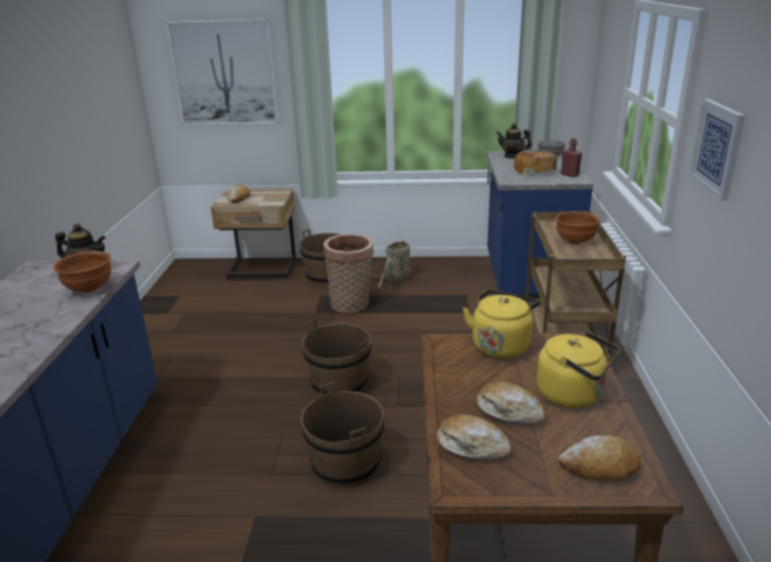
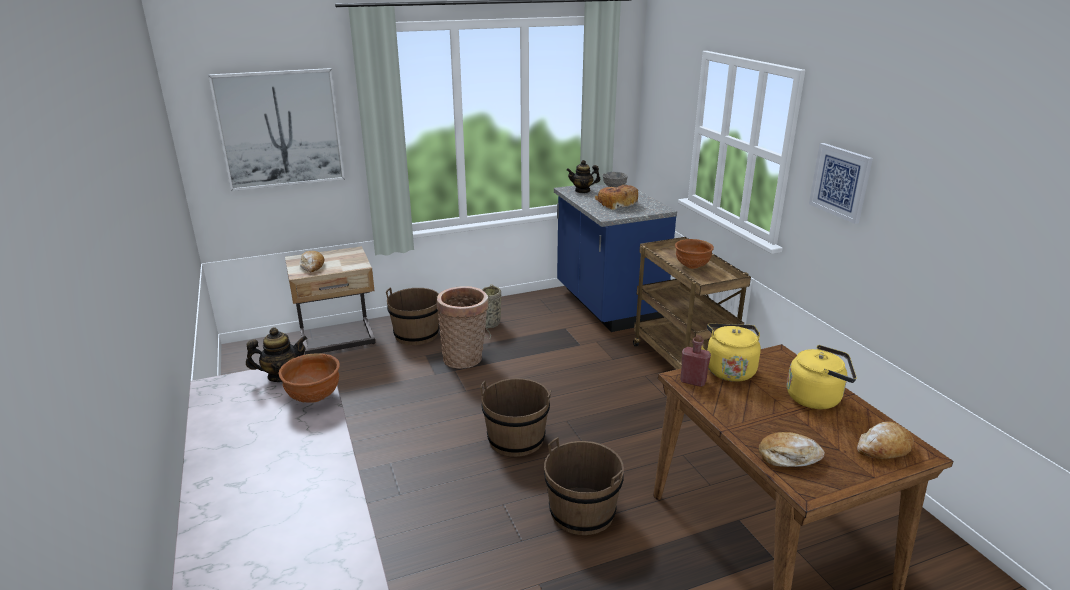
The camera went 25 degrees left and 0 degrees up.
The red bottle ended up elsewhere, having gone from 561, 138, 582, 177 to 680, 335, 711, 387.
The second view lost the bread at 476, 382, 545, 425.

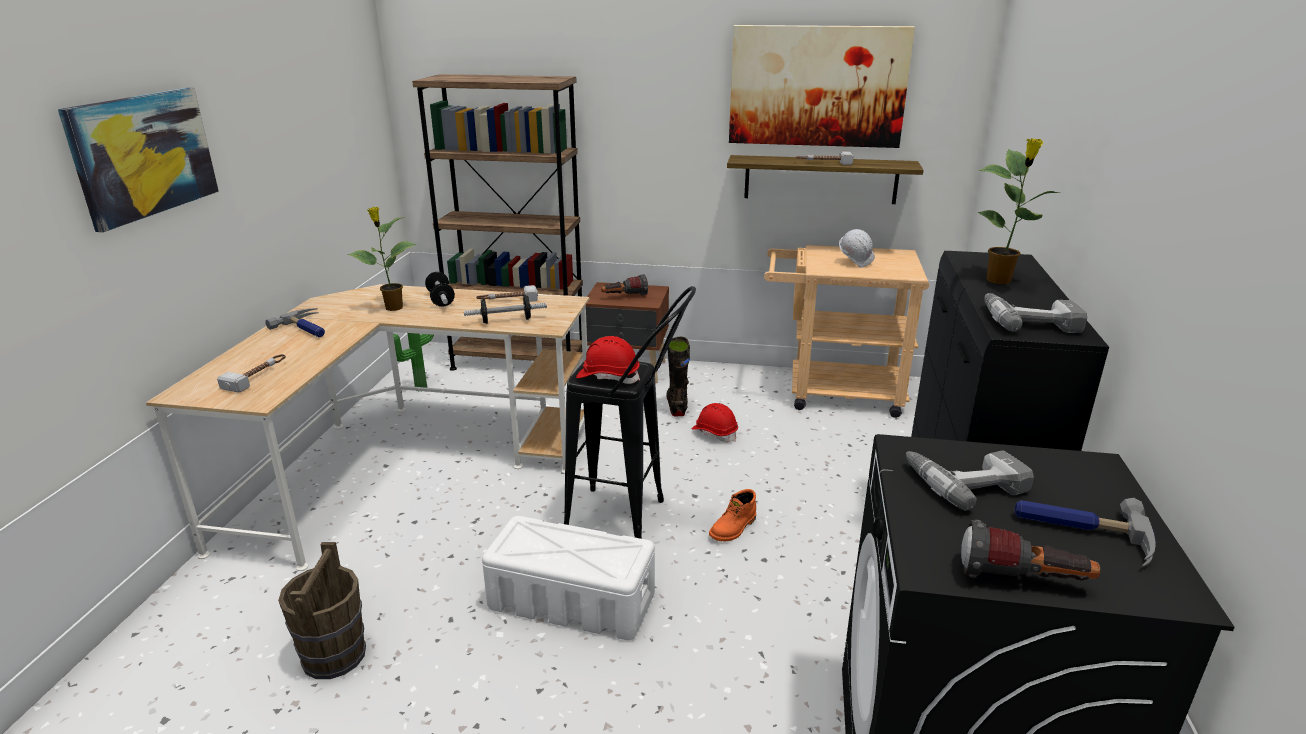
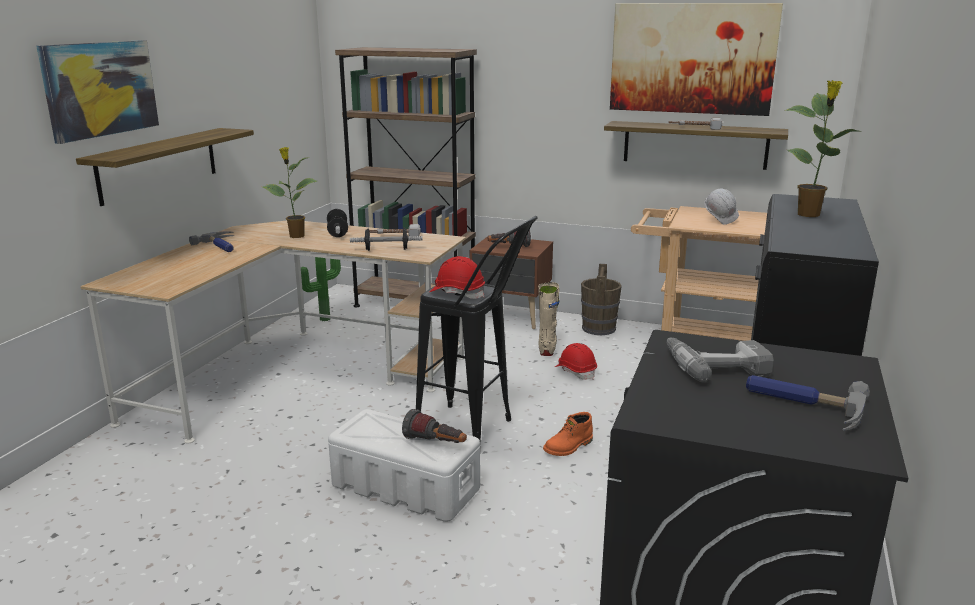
The camera went 10 degrees right and 5 degrees down.
The second view lost the power drill at 985, 293, 1087, 333.
What was the black boot at 667, 337, 690, 416 turned into the beige boot at 538, 282, 560, 356.
The second view lost the hammer at 217, 354, 286, 393.
The flashlight ended up elsewhere, having gone from 961, 520, 1100, 581 to 402, 409, 467, 443.
The brown bucket ended up elsewhere, having gone from 278, 542, 366, 679 to 581, 264, 622, 335.
The second view gained the shelf at 76, 128, 254, 206.

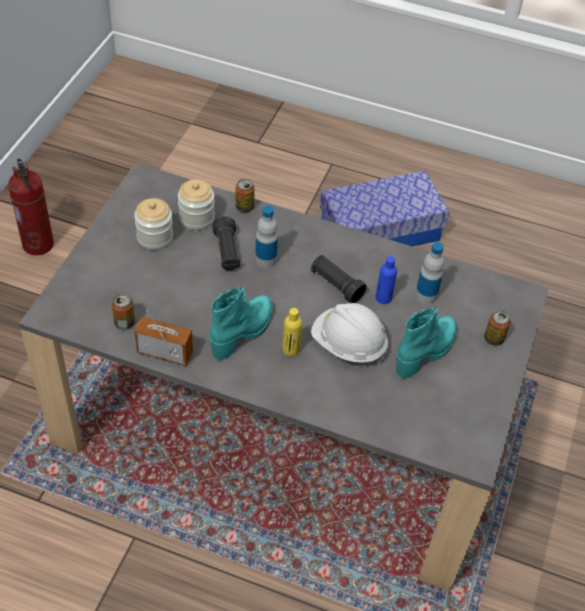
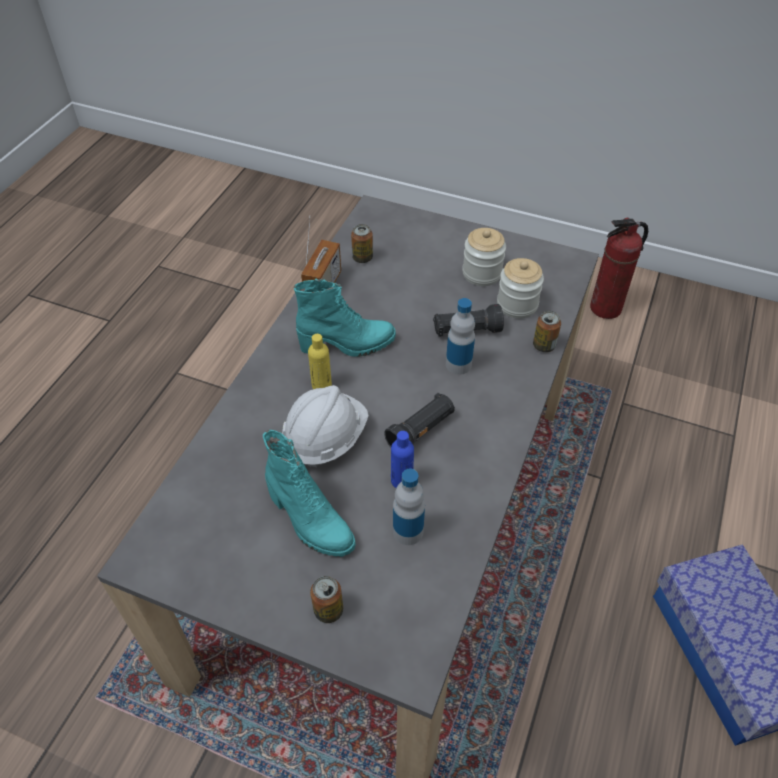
The camera went 95 degrees right and 0 degrees up.
The turquoise boot at 210, 286, 273, 360 ended up facing another way, 45 degrees counterclockwise from before.

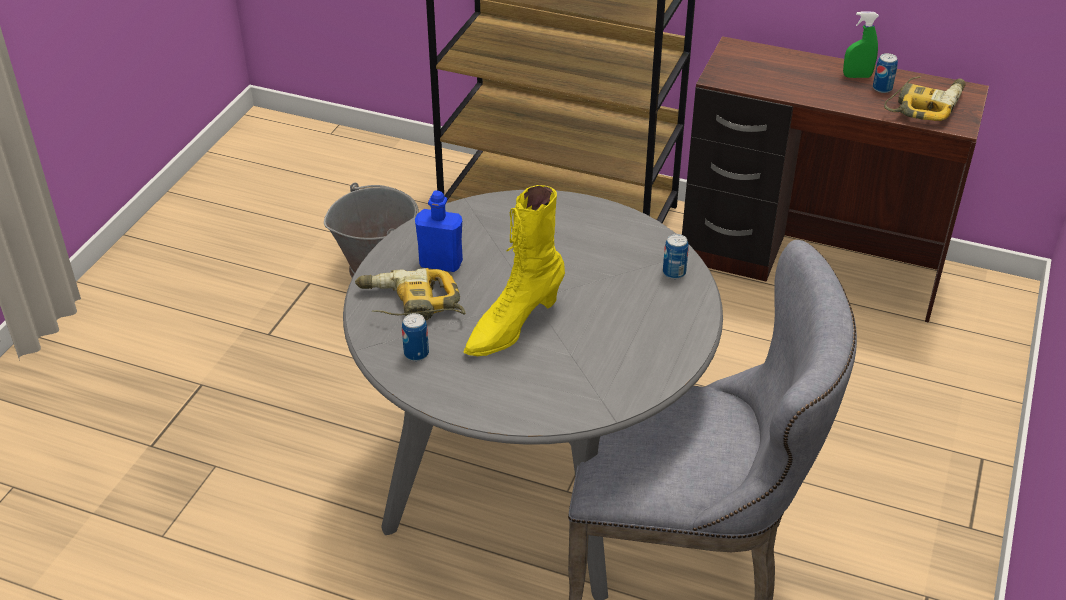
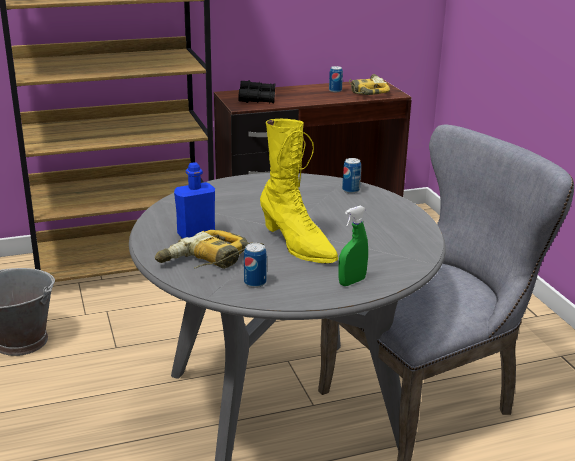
The camera went 40 degrees left and 15 degrees down.
The green spray bottle ended up elsewhere, having gone from 843, 11, 879, 78 to 338, 206, 368, 286.
The yellow boot at 463, 185, 565, 356 ended up facing another way, 45 degrees counterclockwise from before.
The second view gained the black binoculars at 238, 80, 275, 104.

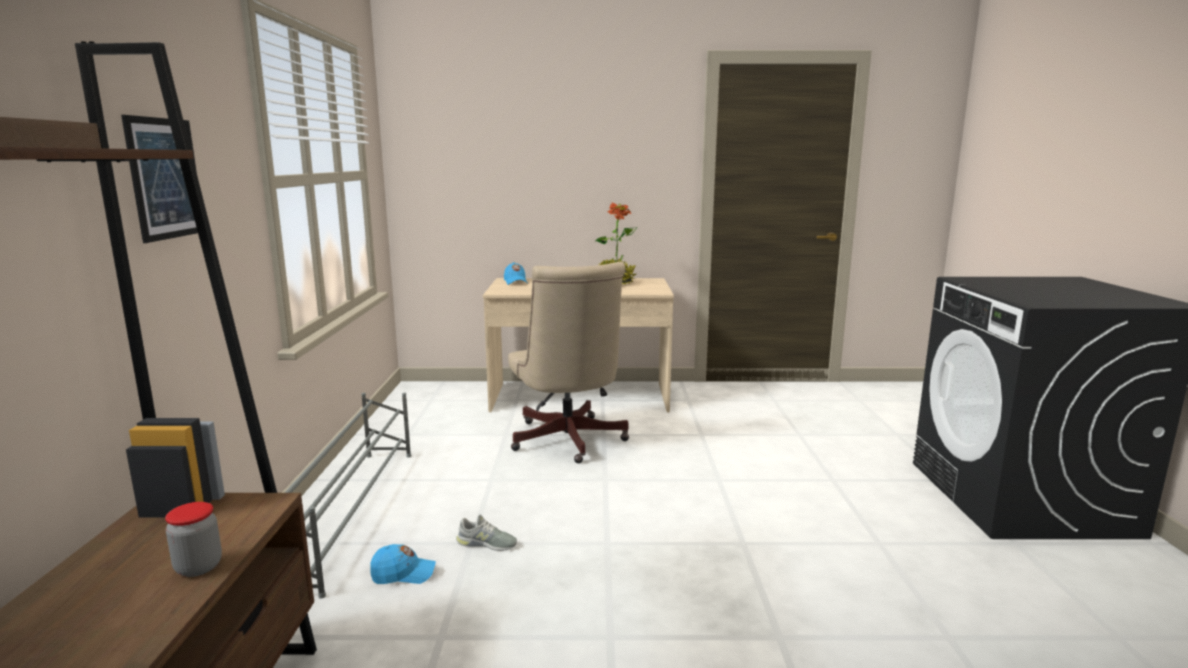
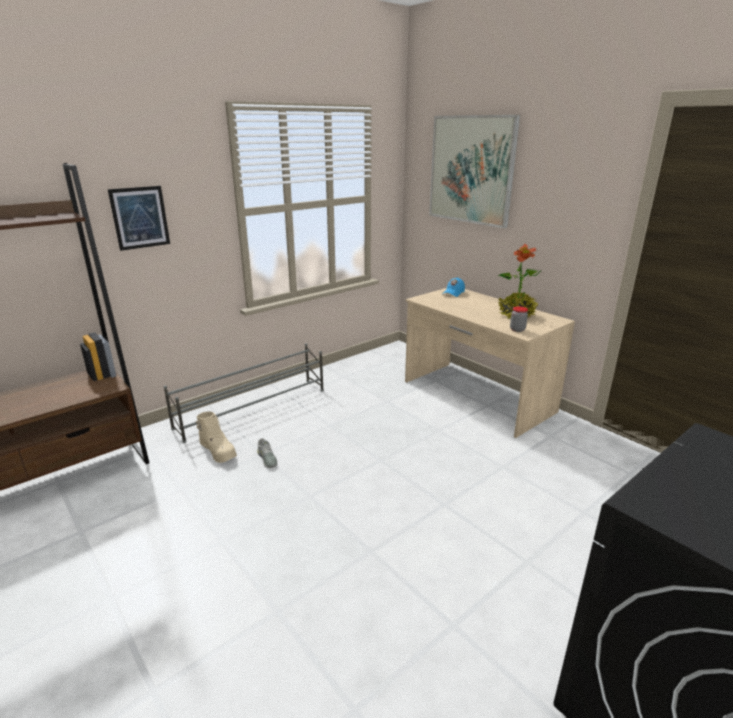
The camera went 50 degrees right and 10 degrees up.
The second view lost the beige office chair at 508, 262, 629, 463.
The jar ended up elsewhere, having gone from 165, 502, 222, 577 to 510, 306, 528, 332.
Where the blue cap stood at 370, 544, 436, 584, the beige boot came to stand at 196, 411, 237, 463.
The second view gained the picture at 429, 115, 520, 228.

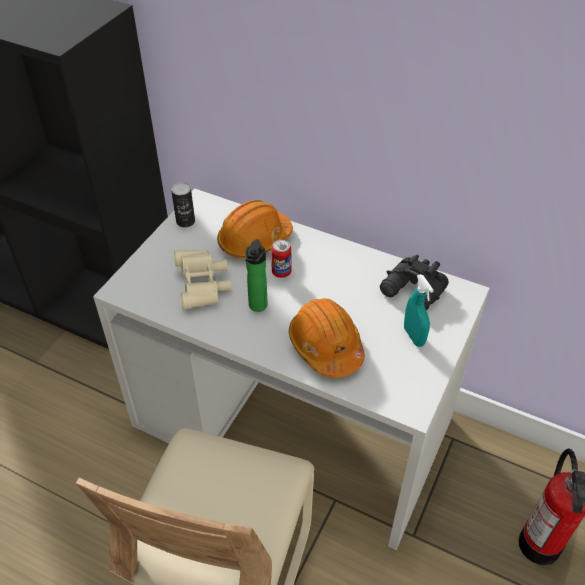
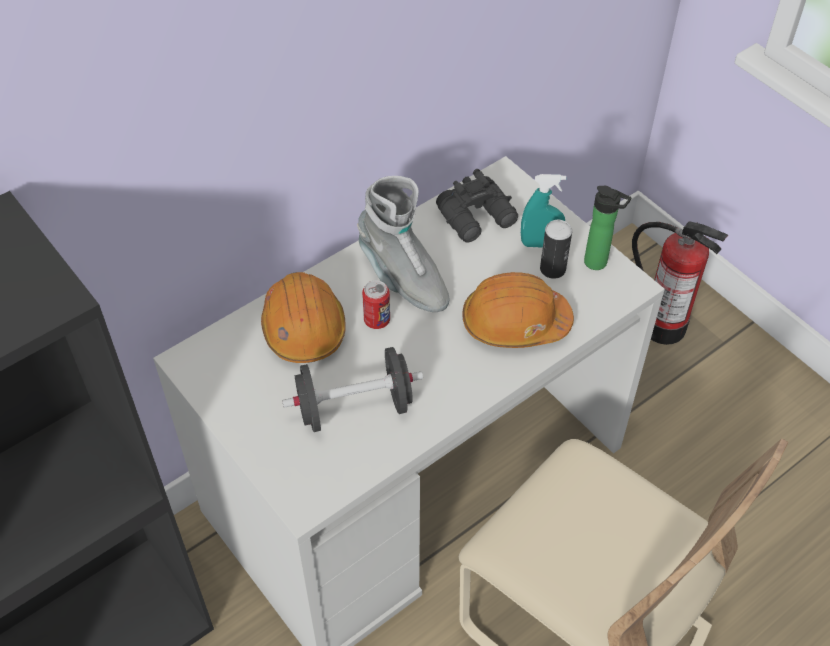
The camera went 65 degrees left and 5 degrees up.
The can ended up elsewhere, having gone from 171, 182, 195, 228 to 540, 220, 572, 279.
The bottle ended up elsewhere, having gone from 245, 239, 268, 312 to 584, 186, 632, 270.
Where the beige binoculars stood at 174, 249, 232, 309, the black dumbbell came to stand at 282, 347, 423, 432.
The second view gained the grey boot at 357, 176, 449, 312.

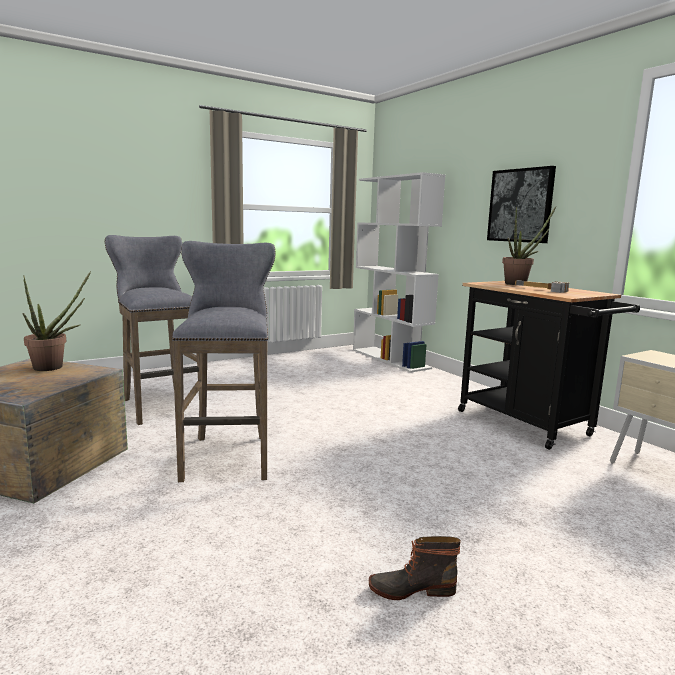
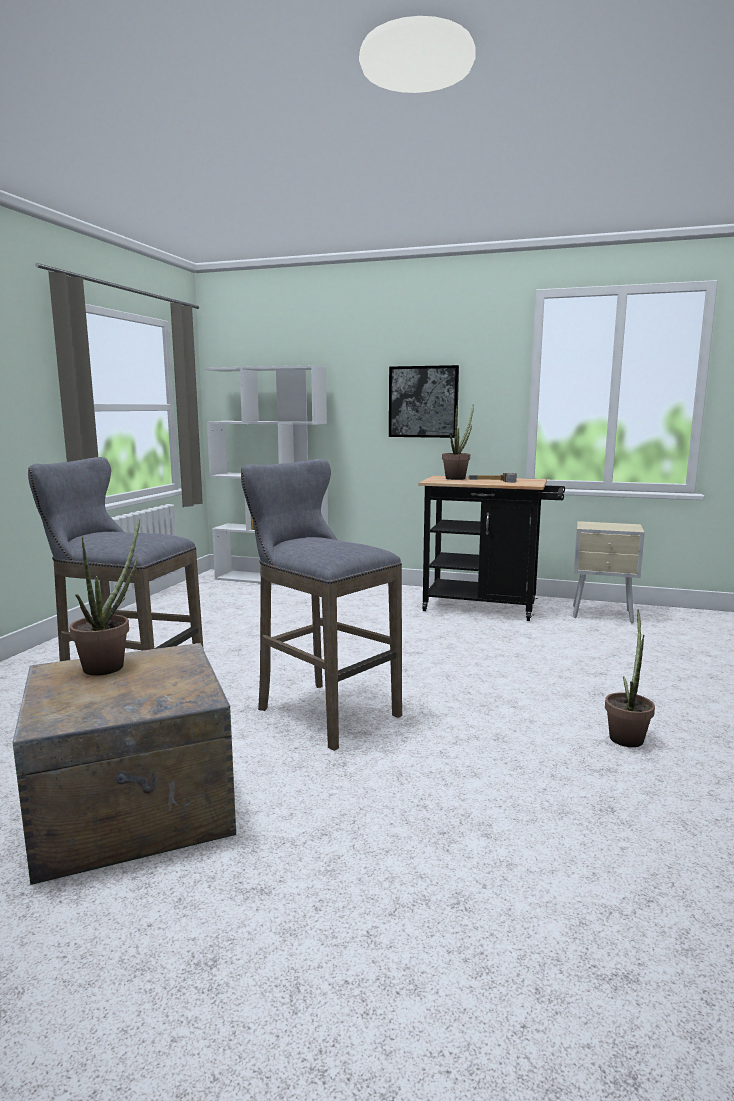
The camera went 40 degrees left and 0 degrees up.
Where the boot stood at 368, 536, 461, 600, the potted plant came to stand at 605, 610, 655, 747.

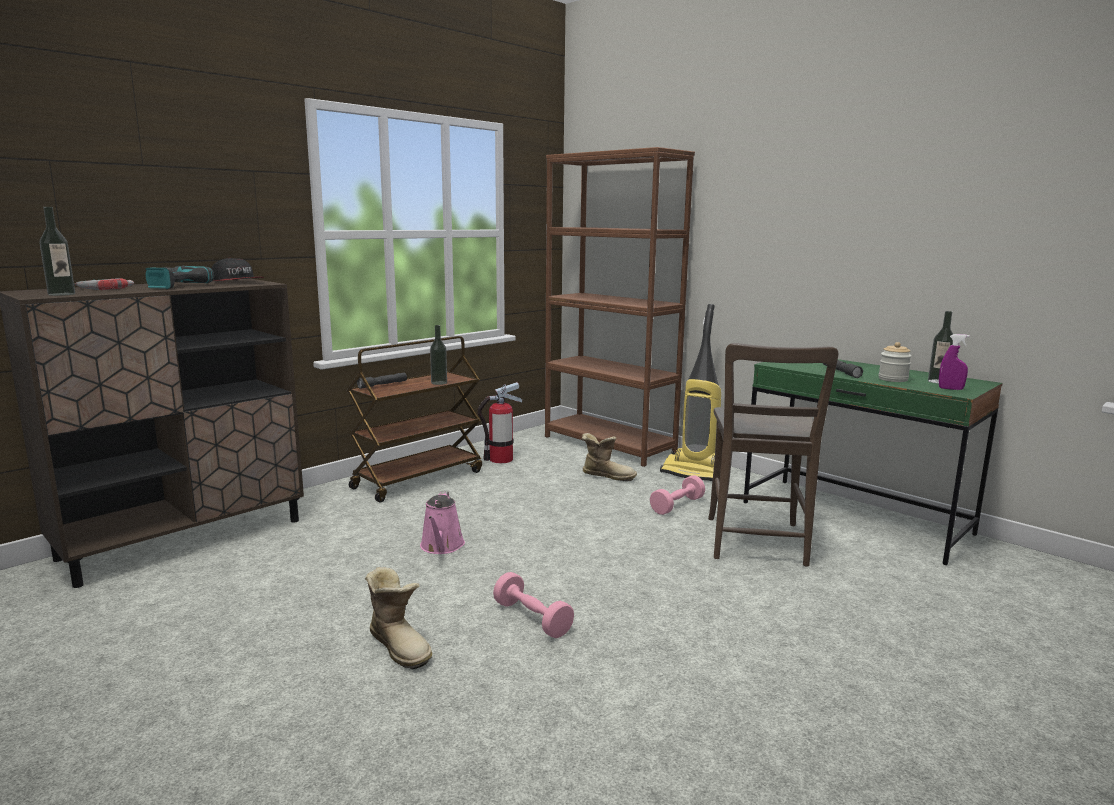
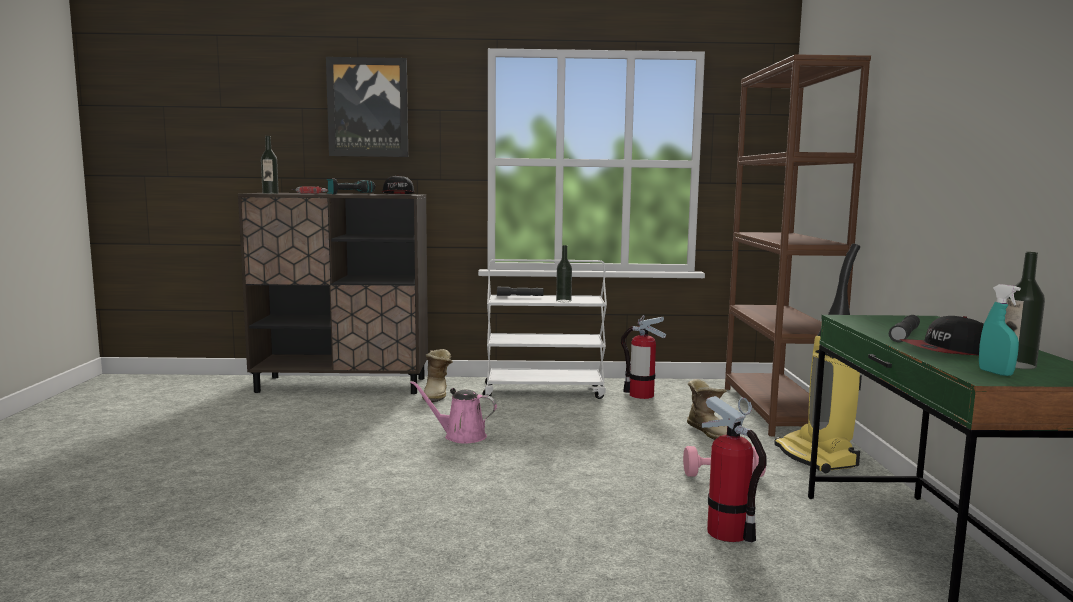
The camera went 45 degrees right and 5 degrees down.
What was the purple spray bottle at 939, 334, 970, 390 turned into the turquoise spray bottle at 979, 284, 1021, 376.
What was the brown cart at 347, 336, 482, 502 turned into the white cart at 483, 259, 607, 399.
Where the jar stood at 878, 342, 912, 382, the cap came to stand at 900, 316, 984, 355.
Where the brown chair stood at 708, 343, 838, 567, the fire extinguisher came to stand at 702, 396, 767, 542.
The pink watering can at 420, 491, 465, 554 ended up facing another way, 60 degrees clockwise from before.
The boot ended up elsewhere, having gone from 365, 567, 432, 669 to 422, 349, 453, 402.
The second view lost the pink dumbbell at 493, 572, 574, 638.
The second view gained the picture at 326, 57, 408, 157.

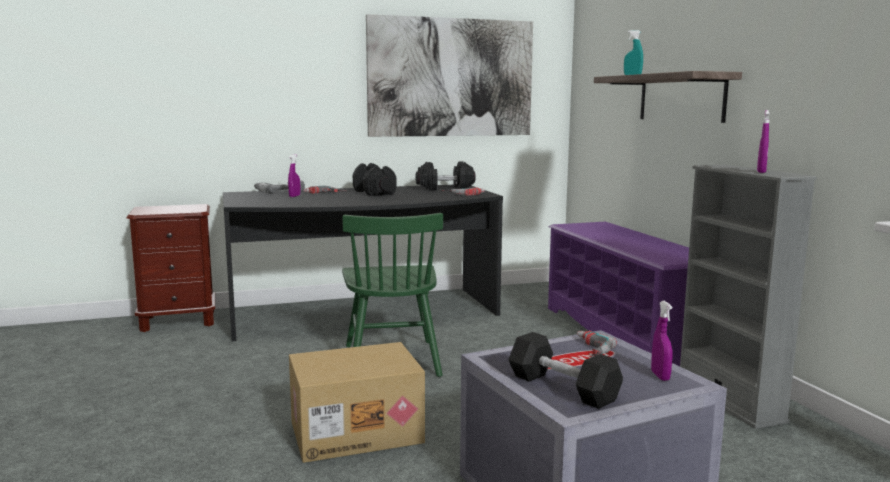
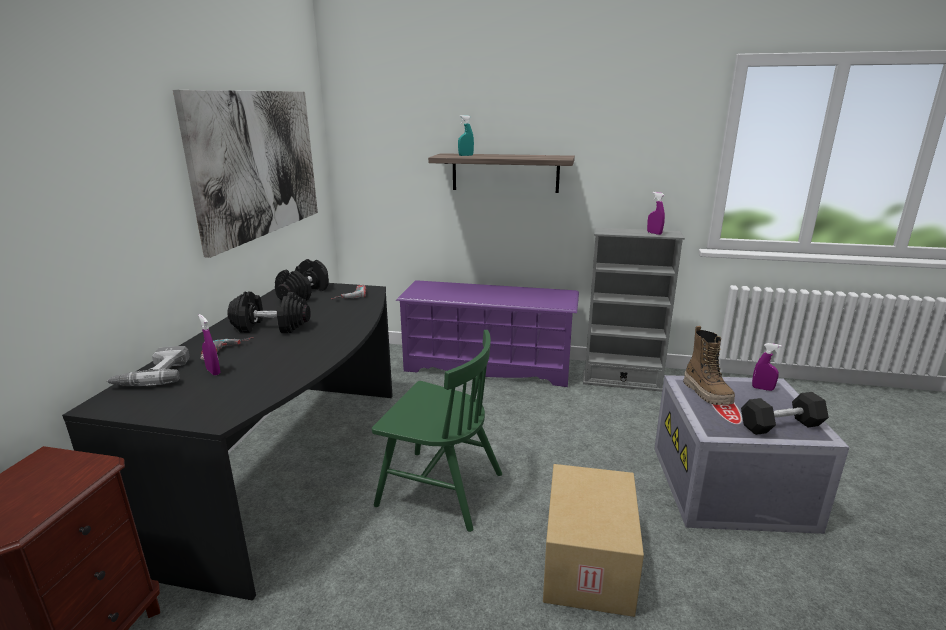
The camera went 60 degrees left and 10 degrees up.
Where the power drill stood at 577, 331, 617, 357, the boot came to stand at 683, 326, 735, 405.

